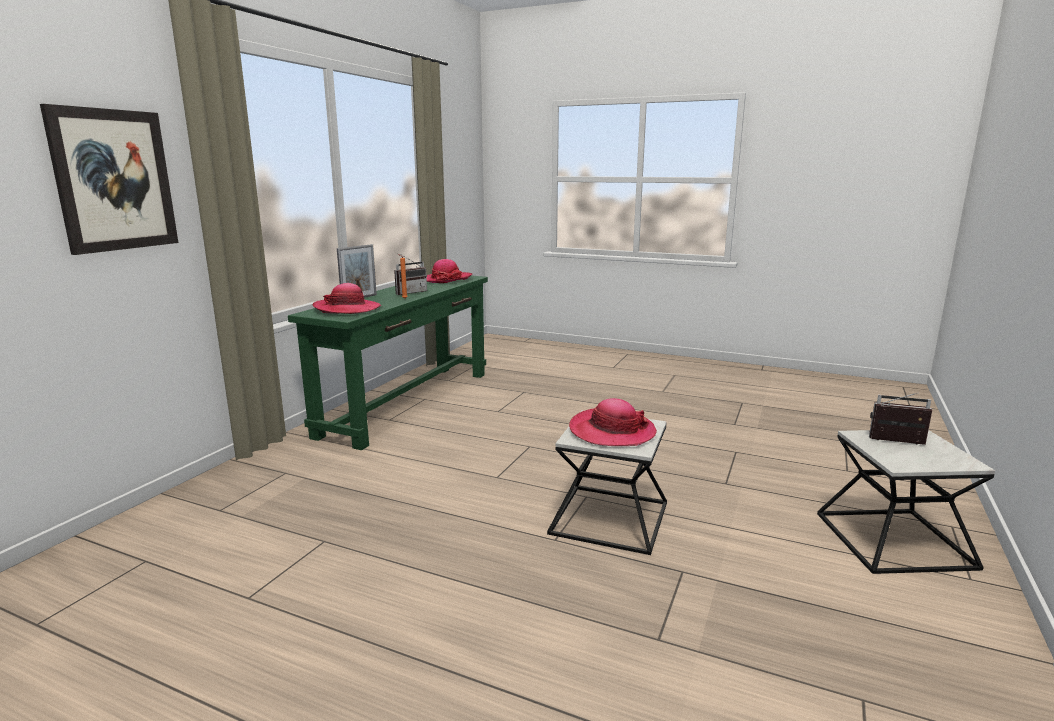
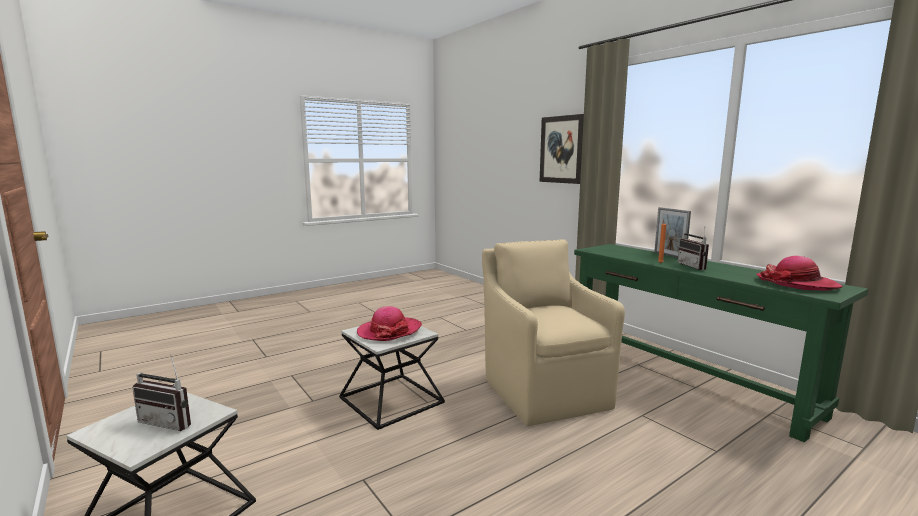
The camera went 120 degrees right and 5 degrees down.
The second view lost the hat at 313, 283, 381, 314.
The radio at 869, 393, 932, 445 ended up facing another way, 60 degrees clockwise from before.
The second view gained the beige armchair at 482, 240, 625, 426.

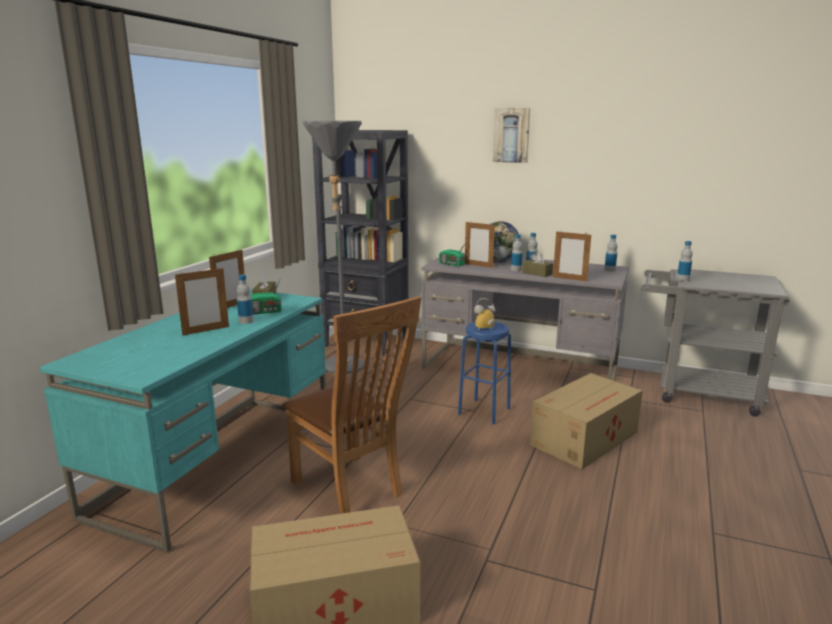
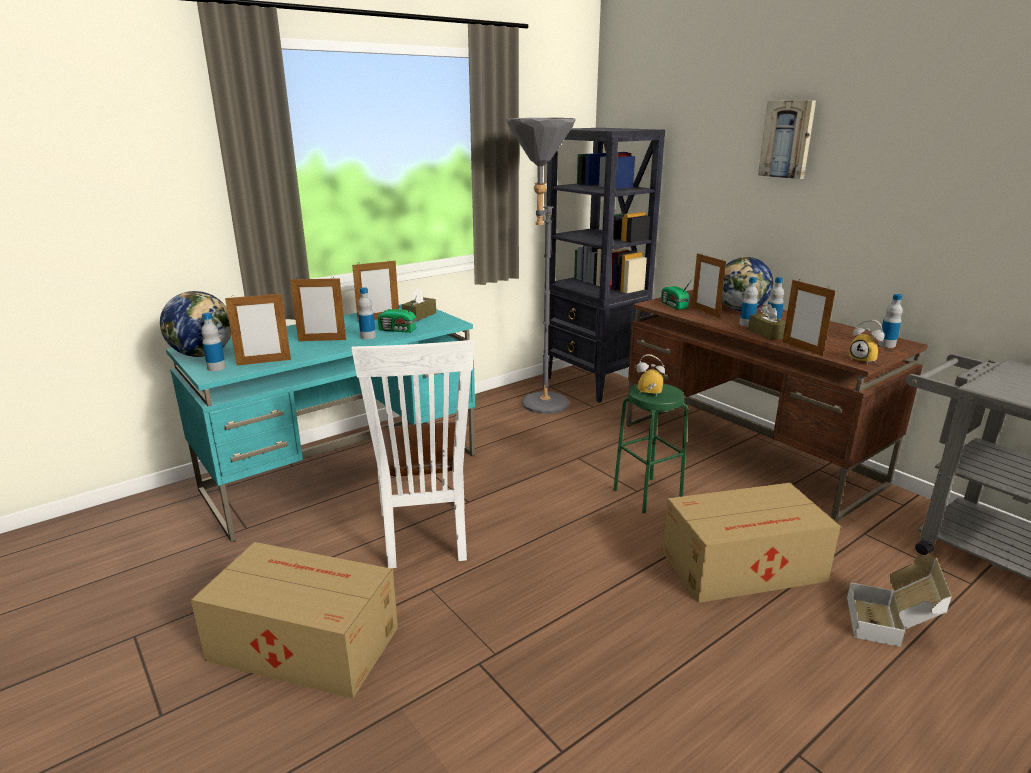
The camera went 30 degrees right and 5 degrees up.
The bottle ended up elsewhere, having gone from 677, 241, 693, 281 to 201, 313, 226, 371.
What was the grey desk at 421, 253, 629, 381 turned into the brown desk at 626, 290, 928, 522.
What was the brown chair at 283, 296, 421, 514 turned into the white chair at 351, 340, 474, 568.
What was the blue stool at 458, 322, 511, 424 turned into the green stool at 613, 384, 688, 513.
The second view gained the globe at 160, 291, 231, 357.
The second view gained the picture frame at 225, 292, 291, 366.
The second view gained the alarm clock at 849, 320, 885, 364.
The second view gained the cardboard box at 847, 555, 952, 647.

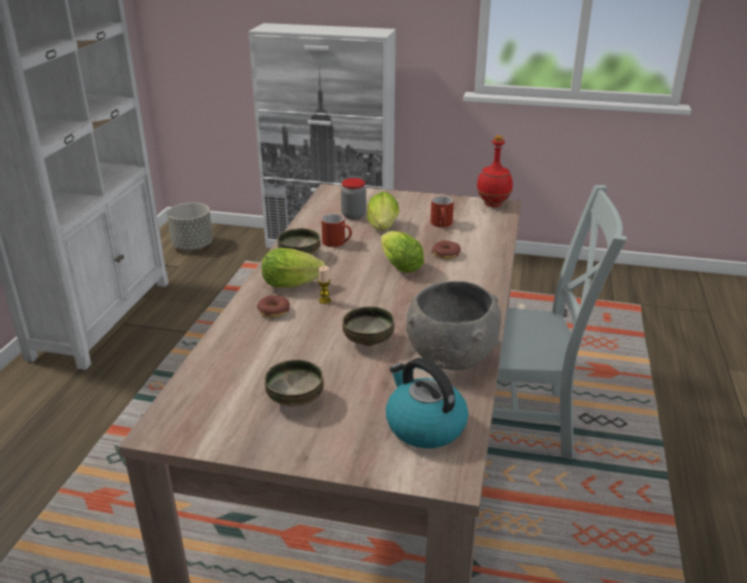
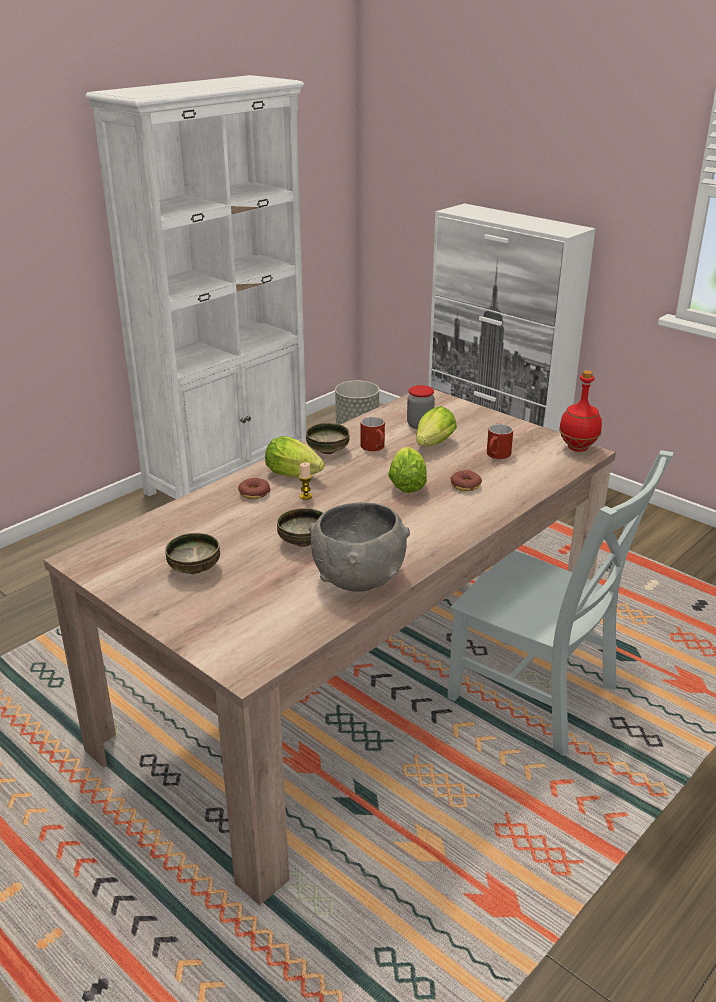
The camera went 30 degrees right and 0 degrees up.
The second view lost the kettle at 386, 358, 468, 448.

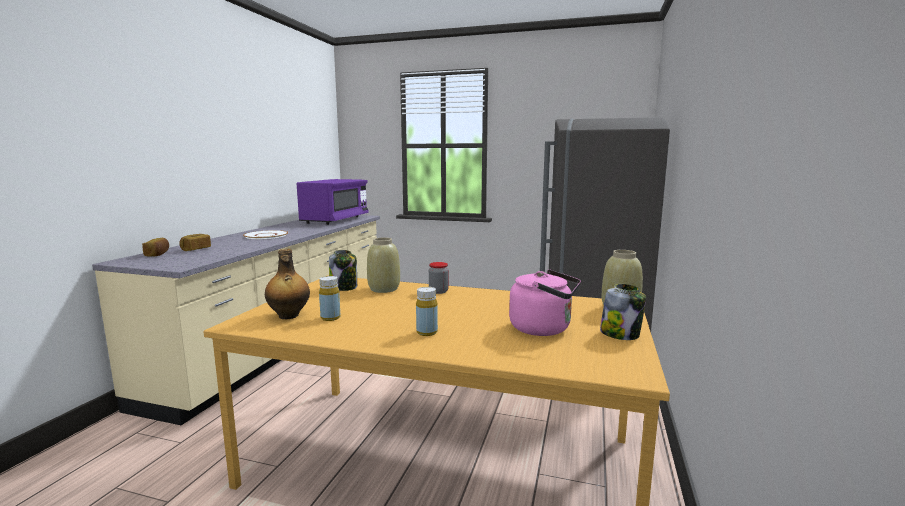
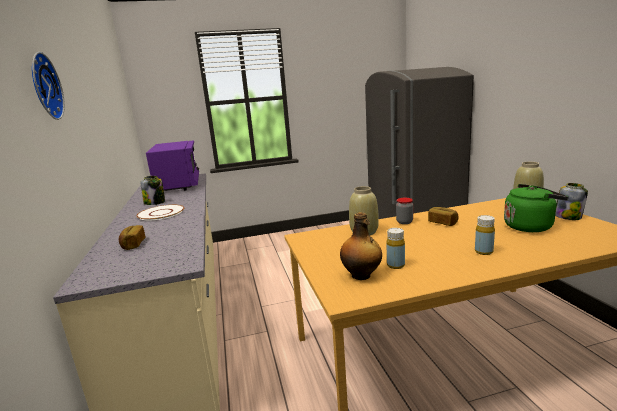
The camera went 30 degrees left and 5 degrees up.
The bread ended up elsewhere, having gone from 142, 238, 169, 257 to 428, 207, 459, 226.
The jar ended up elsewhere, having gone from 329, 250, 357, 291 to 140, 176, 165, 205.
What was the pink kettle at 509, 269, 581, 336 turned into the green kettle at 504, 184, 569, 232.
The second view gained the wall clock at 32, 52, 65, 120.

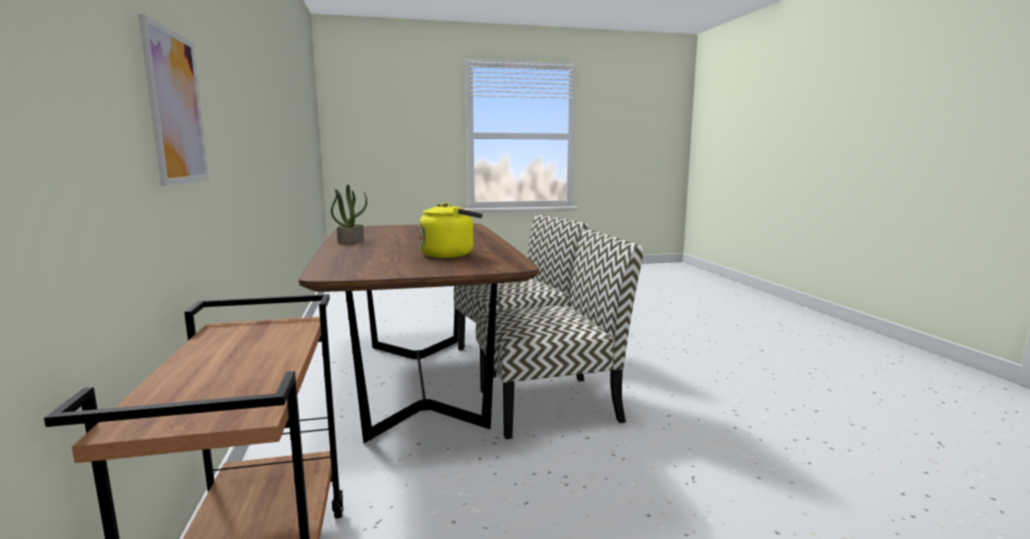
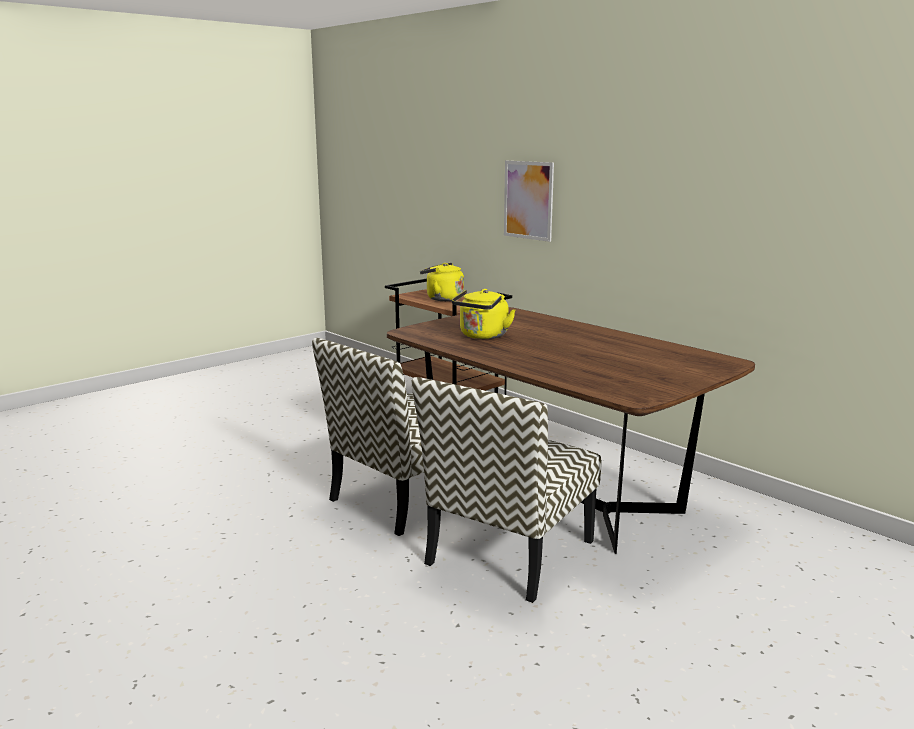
The camera went 150 degrees right and 5 degrees up.
The second view lost the potted plant at 331, 185, 367, 244.
The second view gained the yellow kettle at 420, 263, 464, 301.

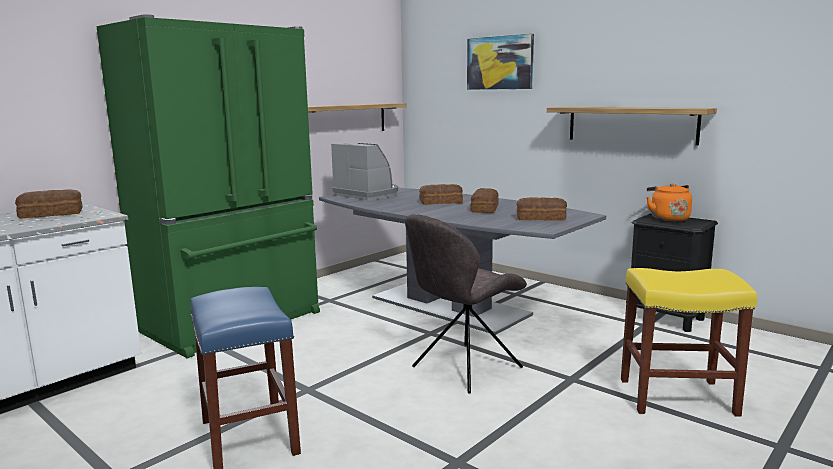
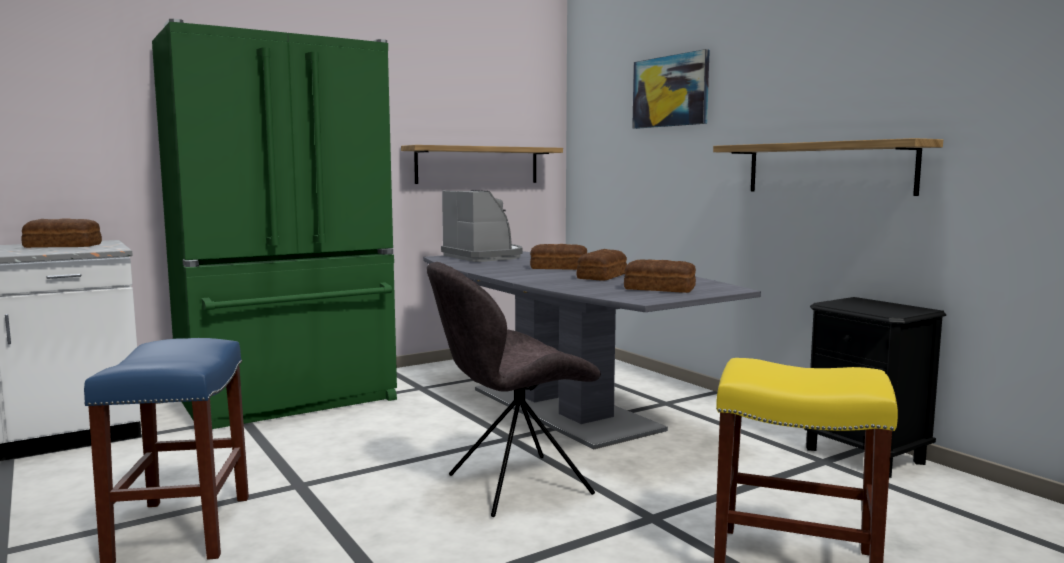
The camera went 15 degrees right and 5 degrees down.
The second view lost the orange kettle at 646, 183, 692, 222.

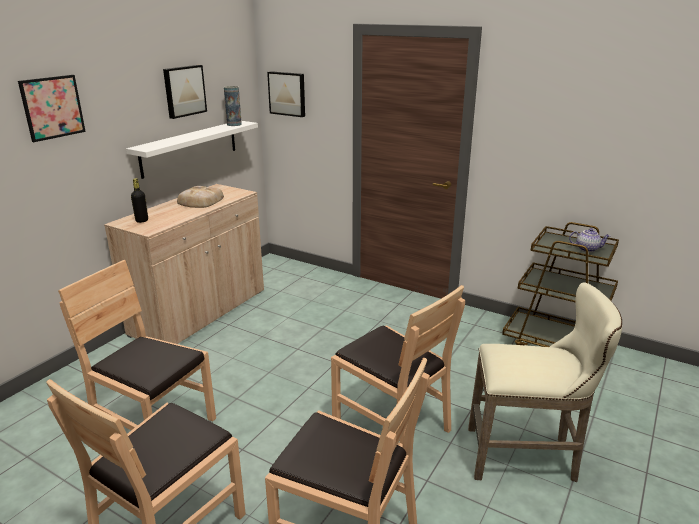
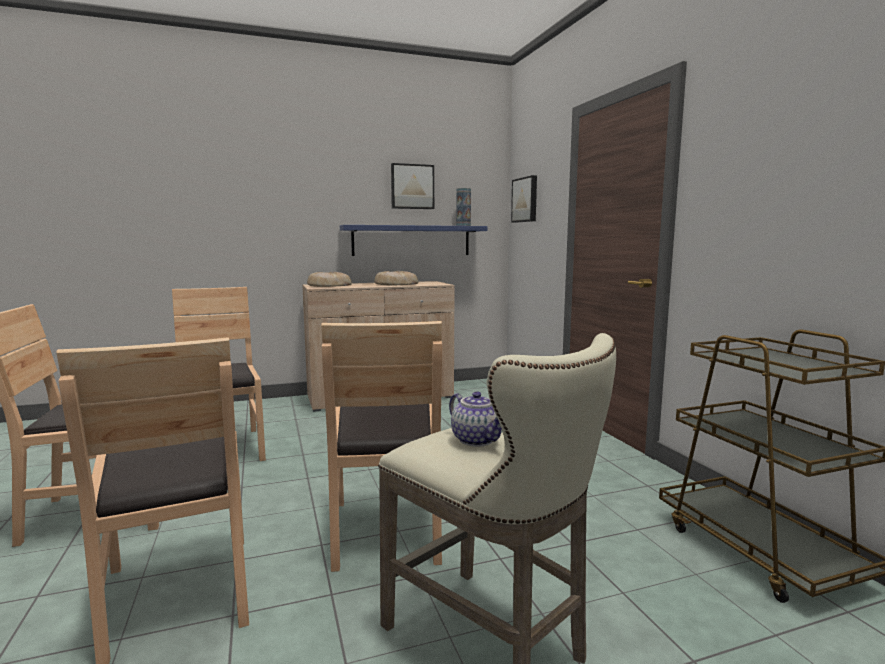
The camera went 40 degrees right and 15 degrees down.
The second view lost the picture at 18, 75, 86, 142.
What was the white shelf at 126, 121, 258, 179 turned into the blue shelf at 340, 225, 488, 256.
Where the black bottle stood at 131, 178, 148, 223, the bread came to stand at 307, 272, 352, 287.
The teapot ended up elsewhere, having gone from 569, 228, 610, 252 to 449, 392, 502, 447.

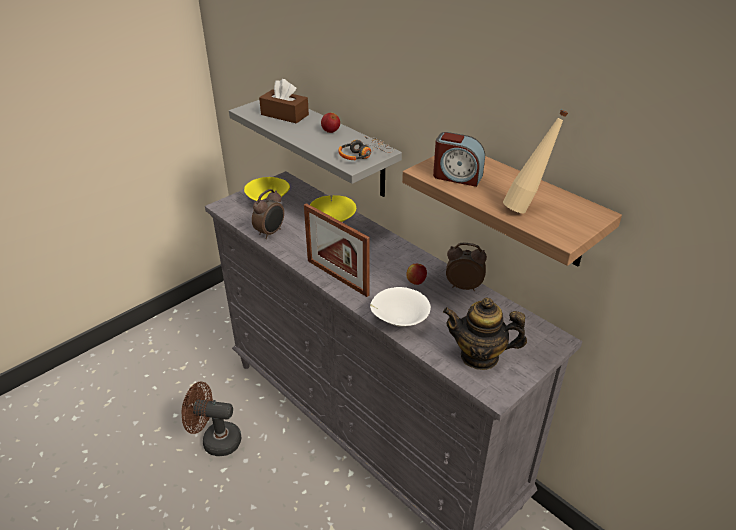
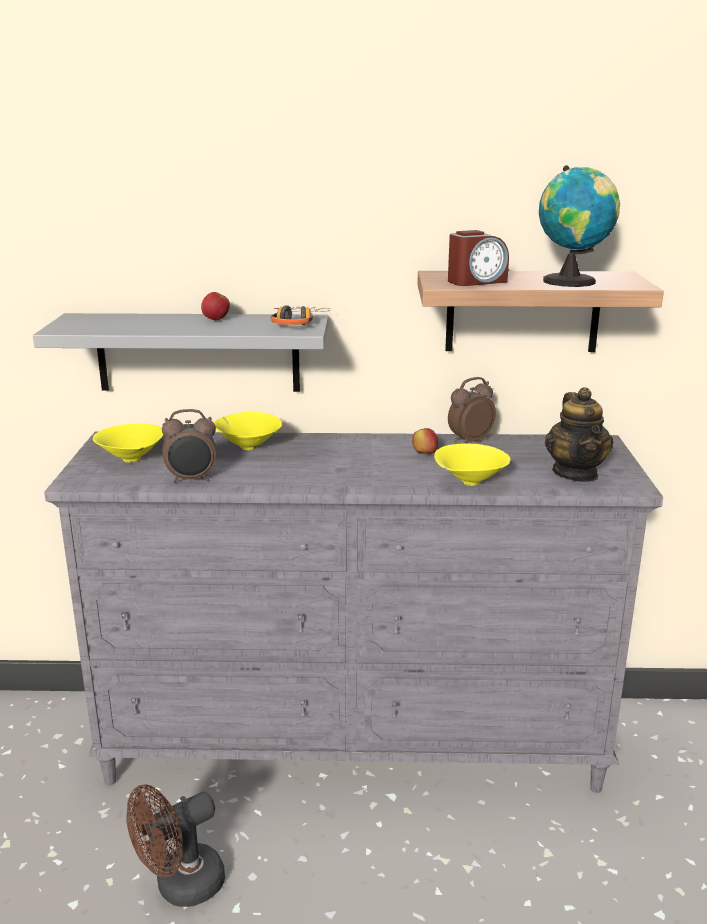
The camera went 45 degrees left and 15 degrees down.
The second view lost the brown tissue box at 259, 79, 309, 123.
Where the beige bottle stood at 503, 110, 568, 213, the globe came to stand at 539, 165, 620, 287.
The alarm clock at 252, 189, 284, 239 ended up facing another way, 90 degrees clockwise from before.
The second view lost the picture frame at 304, 203, 370, 297.
What was the white bowl at 370, 287, 431, 327 turned into the yellow bowl at 434, 443, 510, 486.
The teapot at 443, 298, 527, 370 ended up facing another way, 60 degrees counterclockwise from before.

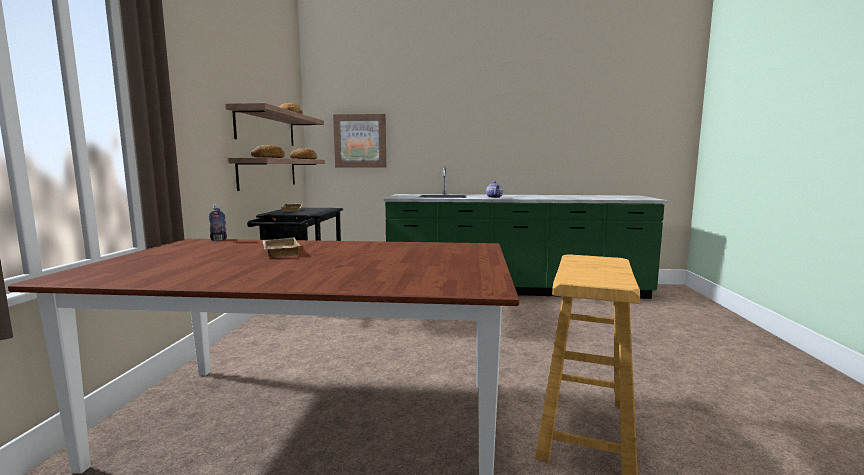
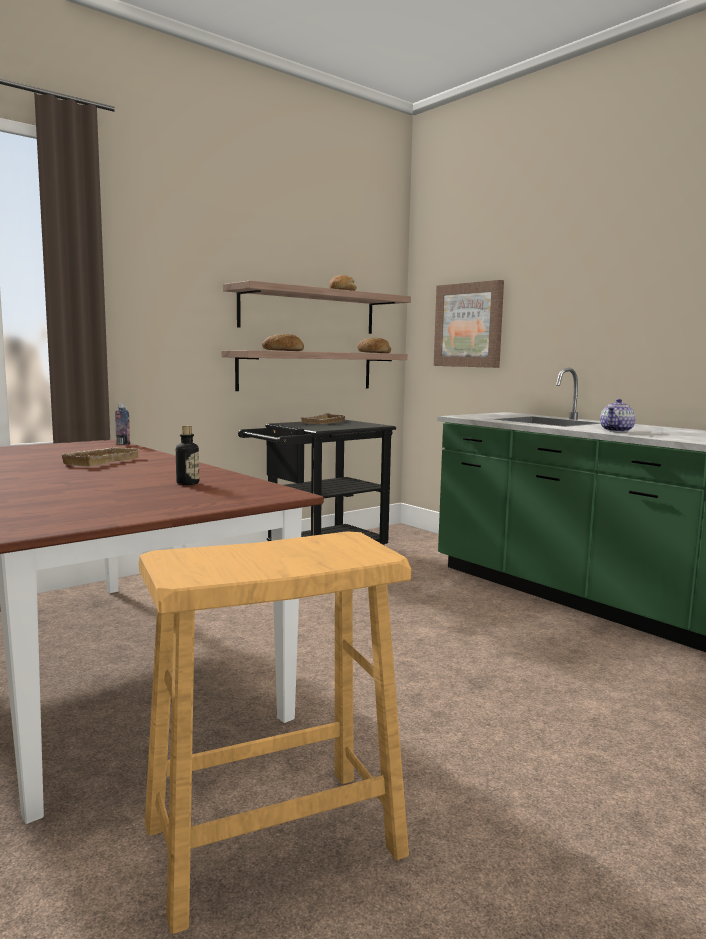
The camera went 45 degrees right and 0 degrees up.
The second view gained the bottle at 176, 425, 199, 485.

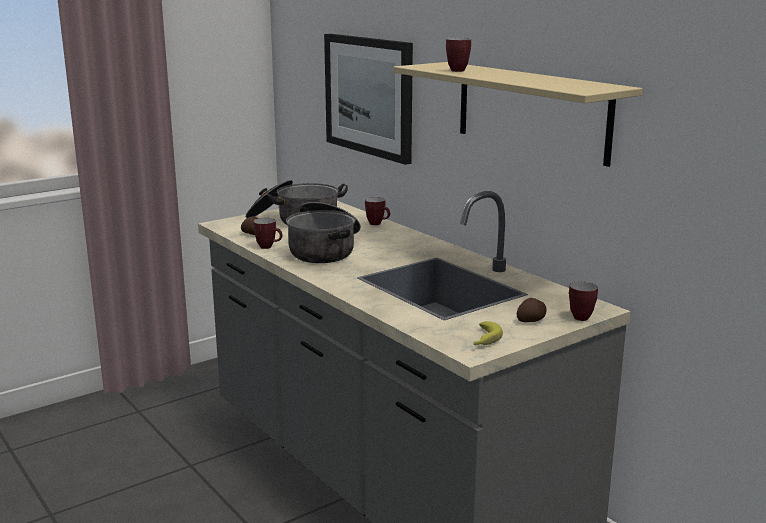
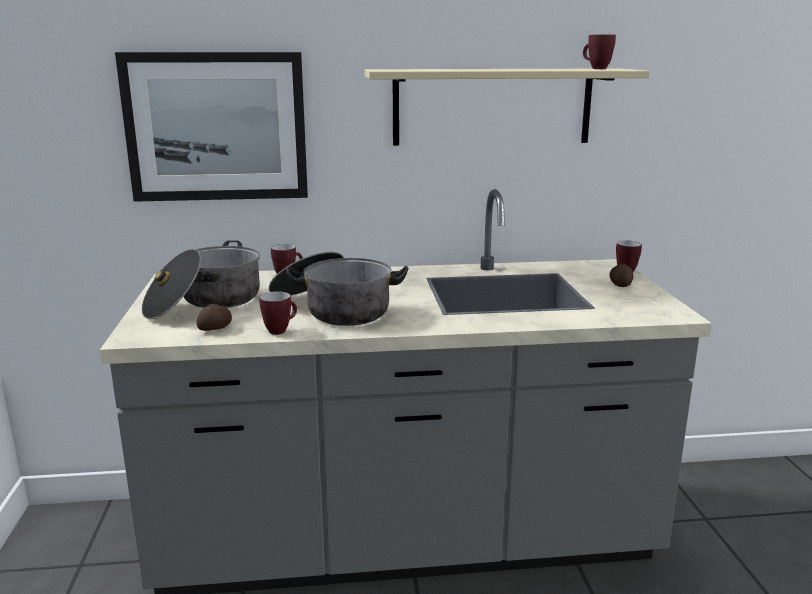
The camera went 60 degrees left and 0 degrees up.
The mug ended up elsewhere, having gone from 446, 38, 471, 72 to 583, 35, 616, 69.
The second view lost the banana at 474, 321, 503, 346.

